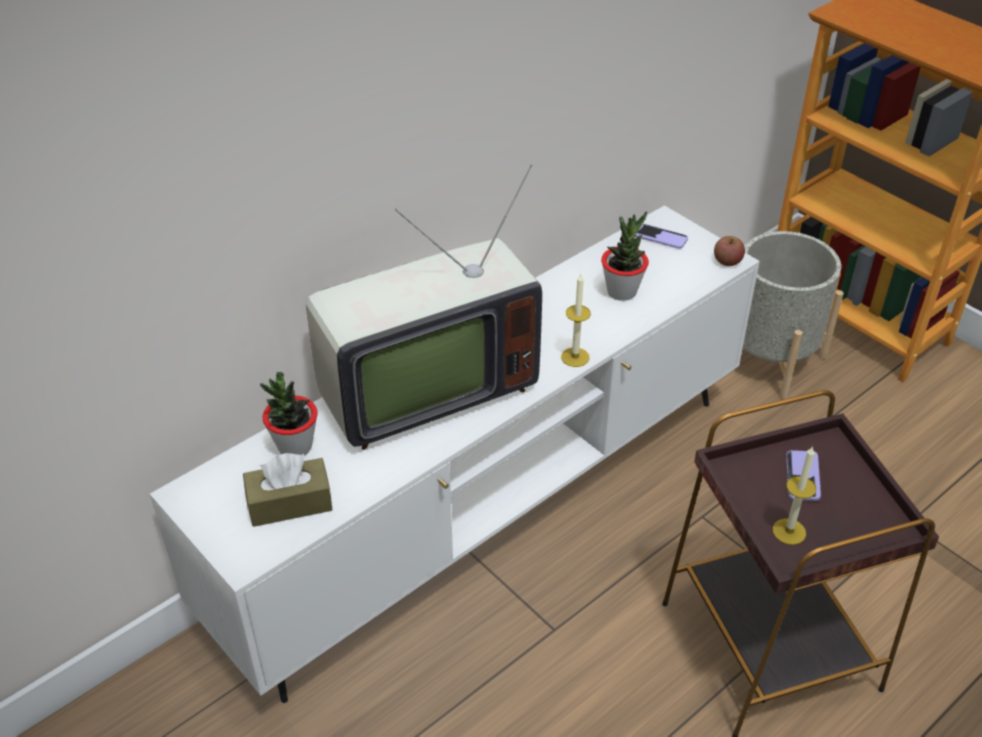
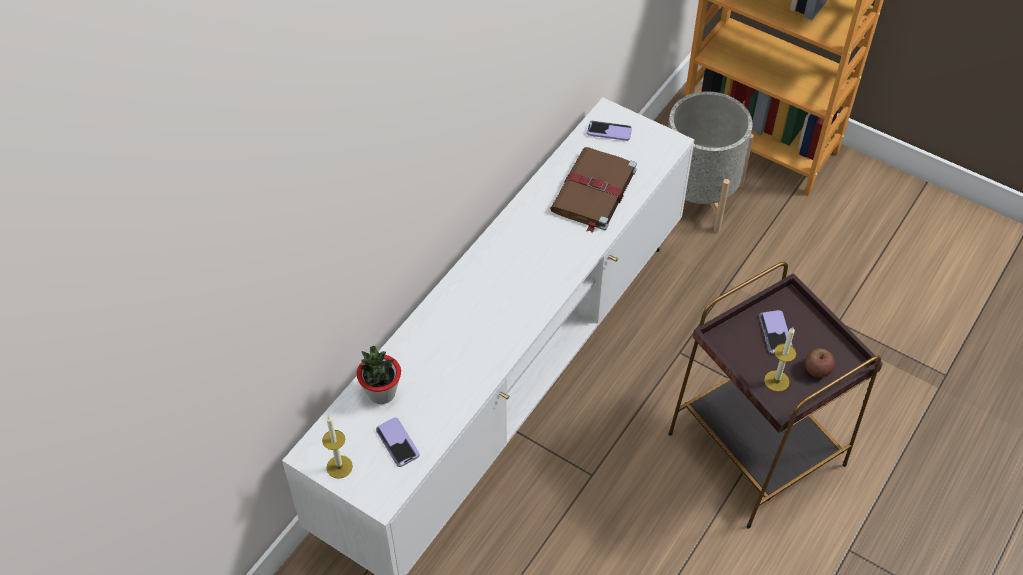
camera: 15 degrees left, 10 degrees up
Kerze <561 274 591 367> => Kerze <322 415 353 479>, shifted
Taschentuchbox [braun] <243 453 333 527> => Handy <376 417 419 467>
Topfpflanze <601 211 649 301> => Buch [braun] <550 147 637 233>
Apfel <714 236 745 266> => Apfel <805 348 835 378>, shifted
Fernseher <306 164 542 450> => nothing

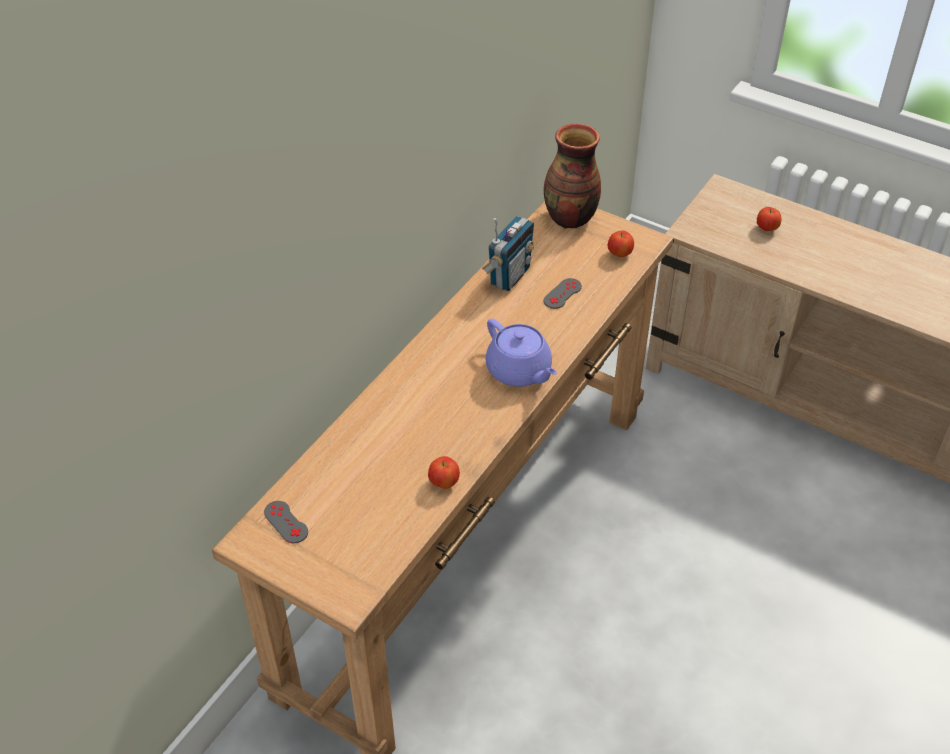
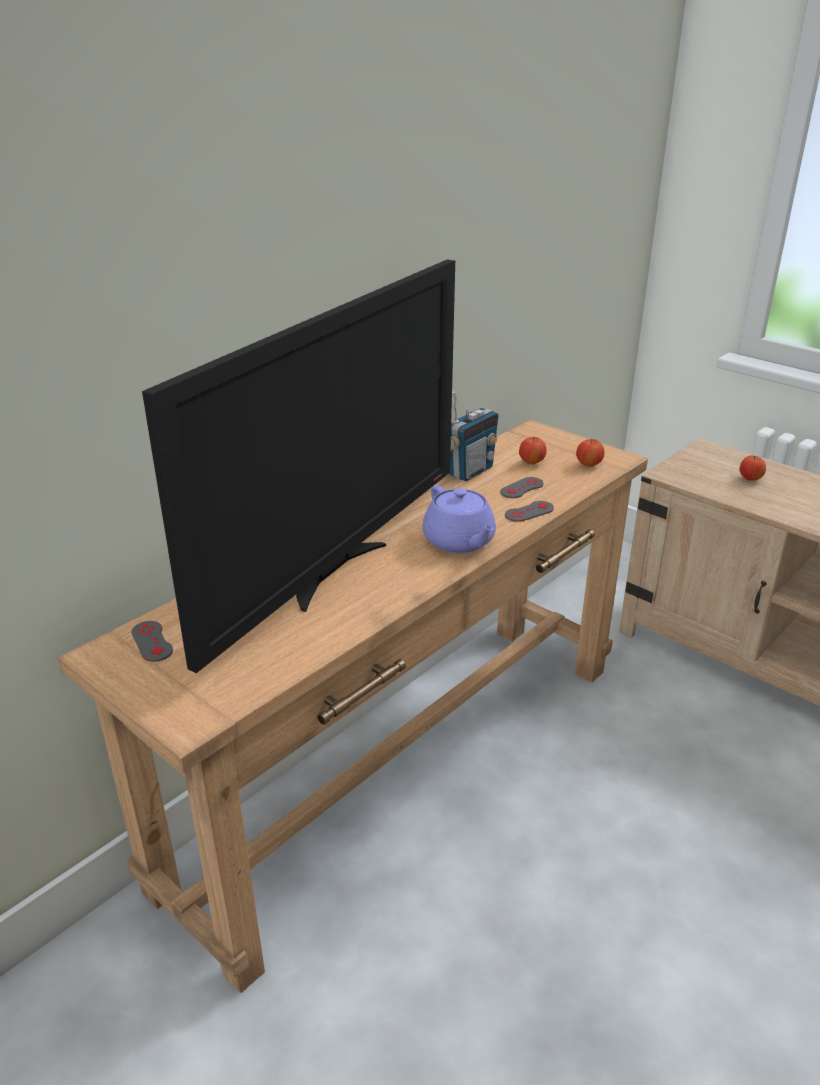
camera: 10 degrees right, 15 degrees down
nothing => Fernseher <142 259 455 673>
nothing => Gamepad [grau] <505 501 554 522>
Apfel <428 456 460 489> => Apfel <519 437 547 465>, shifted
Vase <544 124 601 228> => nothing

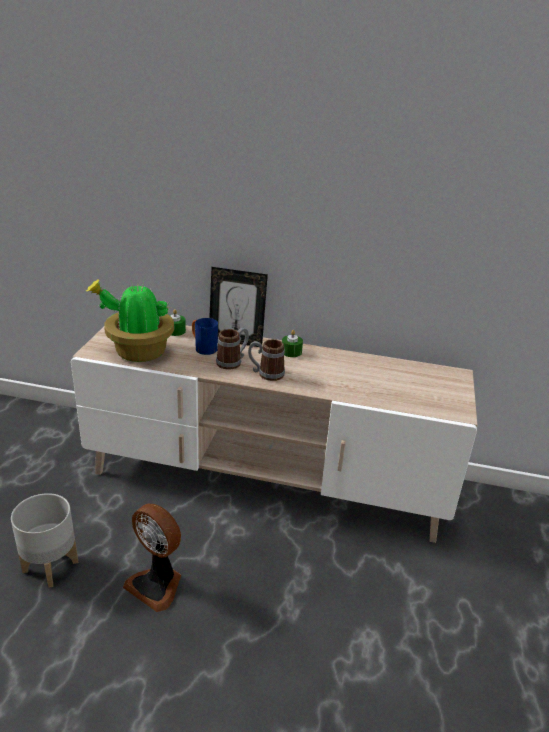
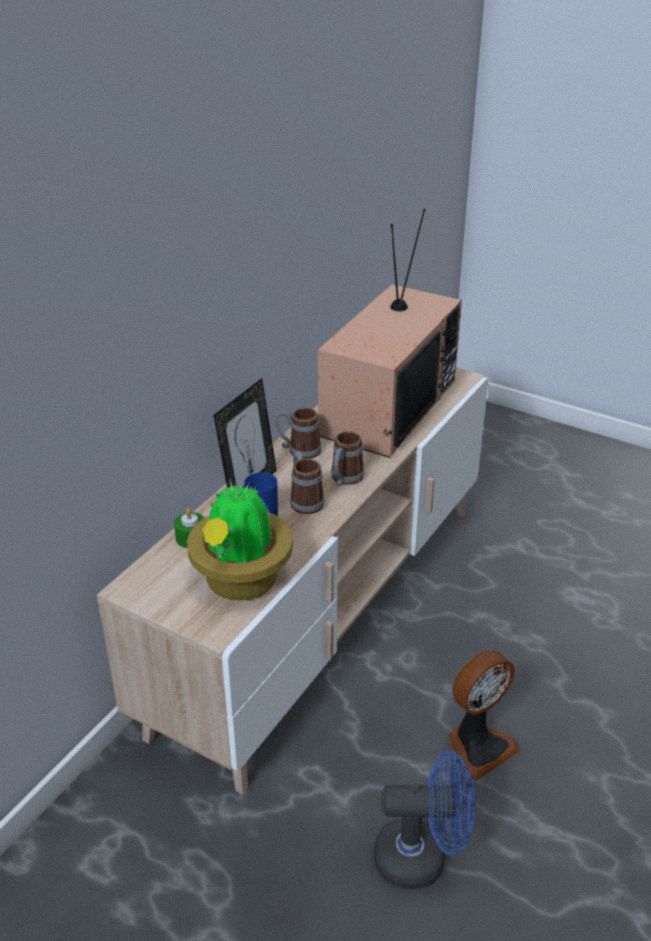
camera: 70 degrees left, 5 degrees up
Kerze [grün] <282 330 303 357> => Henkelbecher <274 408 322 459>
nothing => Fernseher <318 209 462 458>
Pflanzkübel [grau] <11 493 78 588> => Ventilator [blau] <374 751 475 889>

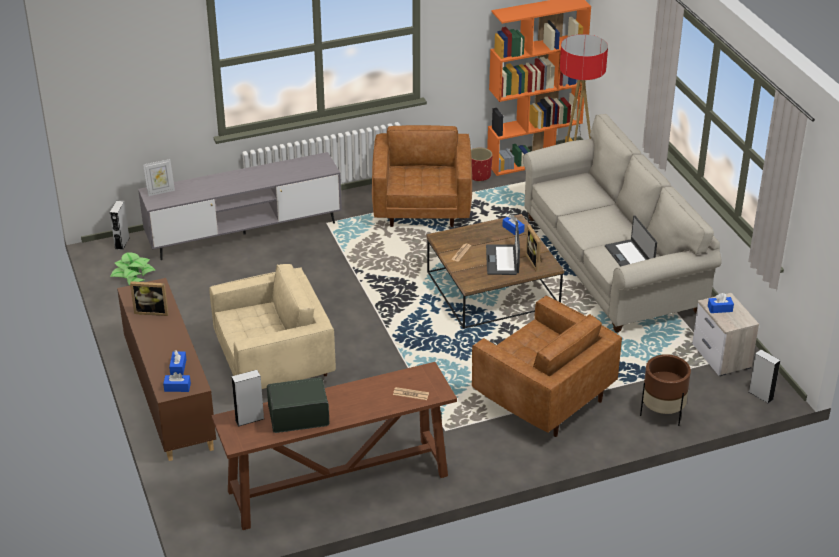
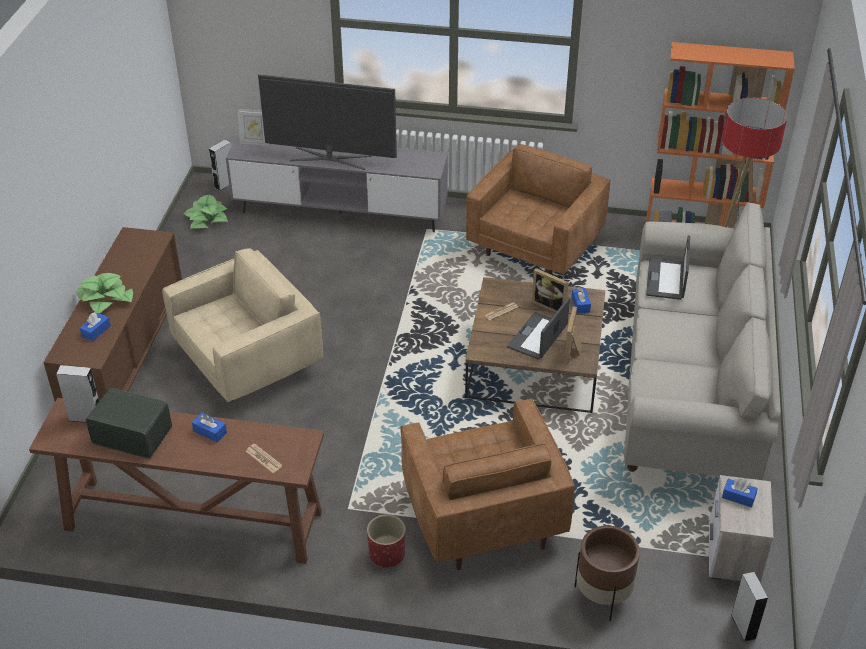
camera: 30 degrees right, 5 degrees up
nothing => Topfpflanze <76 273 133 314>
Sessel [beige] <209 264 336 389> => Sessel [beige] <162 248 323 402>, 45 degrees counterclockwise
Taschentuchbox [blau] <163 372 191 392> => Taschentuchbox [blau] <192 413 227 442>, shifted
nothing => Fernseher <258 74 397 170>
Pflanzkübel [rot] <471 148 493 182> => Pflanzkübel [rot] <367 514 406 568>, shifted
Bilderrahmen <130 281 169 316> => Bilderrahmen <532 268 569 313>, shifted
Laptop <605 215 657 267> => Laptop <646 235 690 300>, shifted

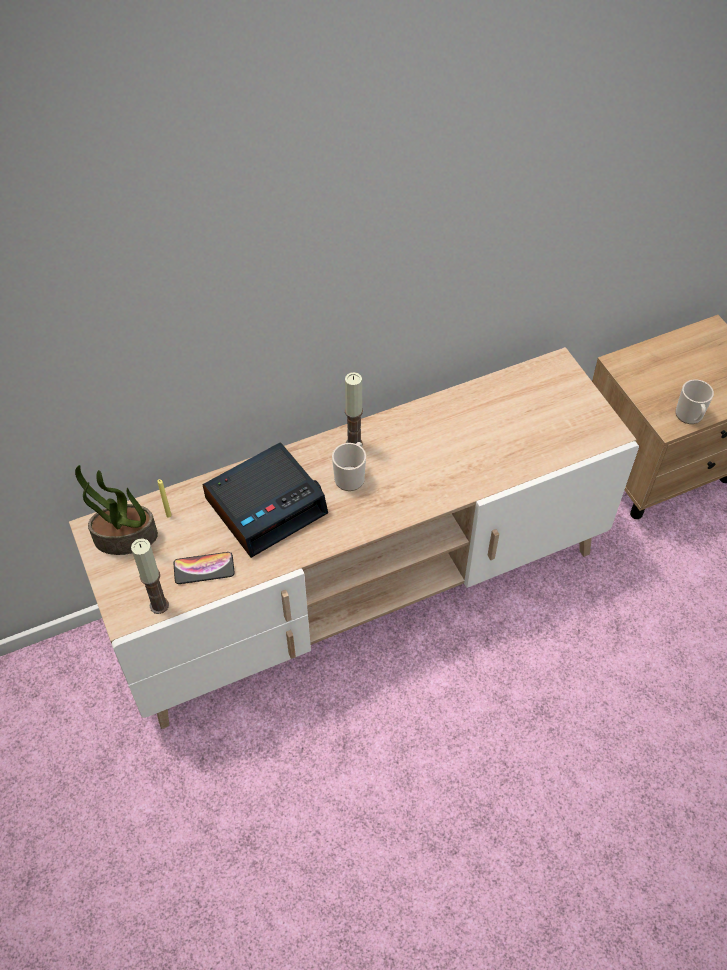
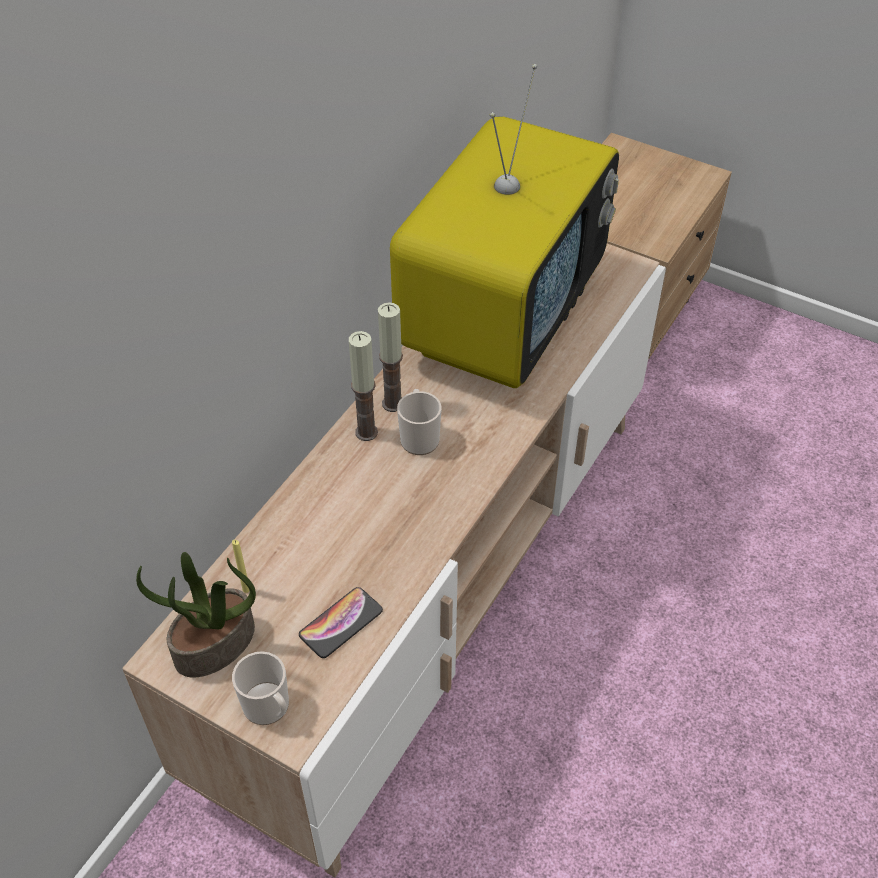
camera: 35 degrees left, 5 degrees down
Henkelbecher <675 379 714 424> => Henkelbecher <232 651 289 725>, shifted
Kerze <131 539 169 614> => Kerze <349 331 378 441>, shifted
nothing => Fernseher <390 64 619 388>
Wecker <202 442 328 558> => nothing

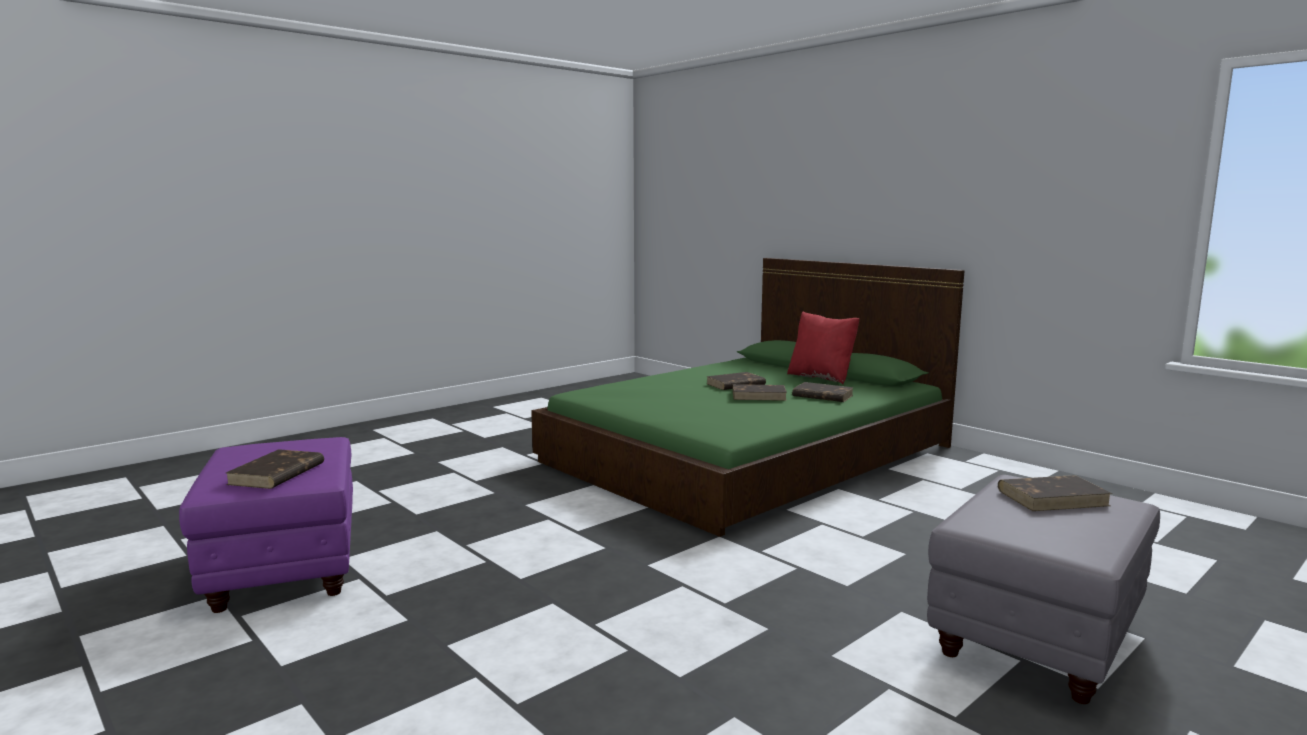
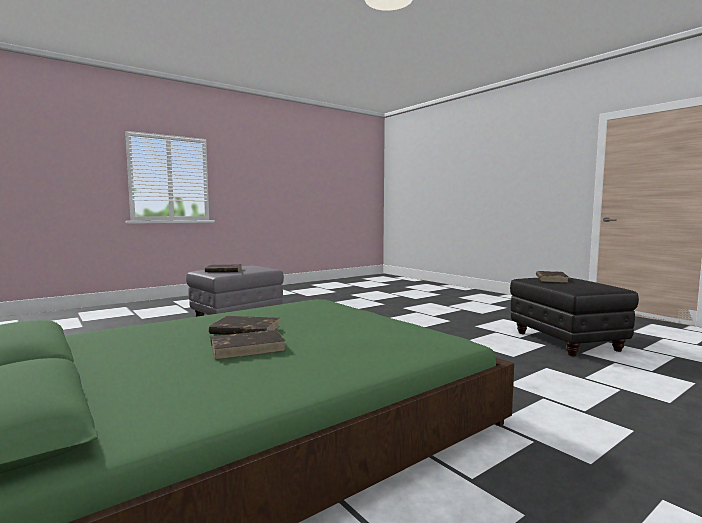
camera: 175 degrees left, 5 degrees down
Polsterhocker [lila] <179 437 353 613> => Polsterhocker [schwarz] <510 277 639 356>
Kissen [rot] <787 312 859 384> => nothing
Buch [braun] <792 382 854 402> => nothing

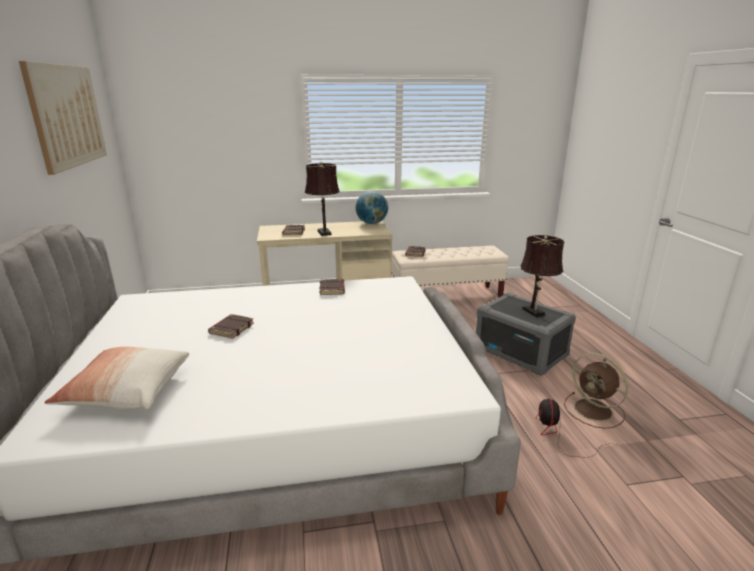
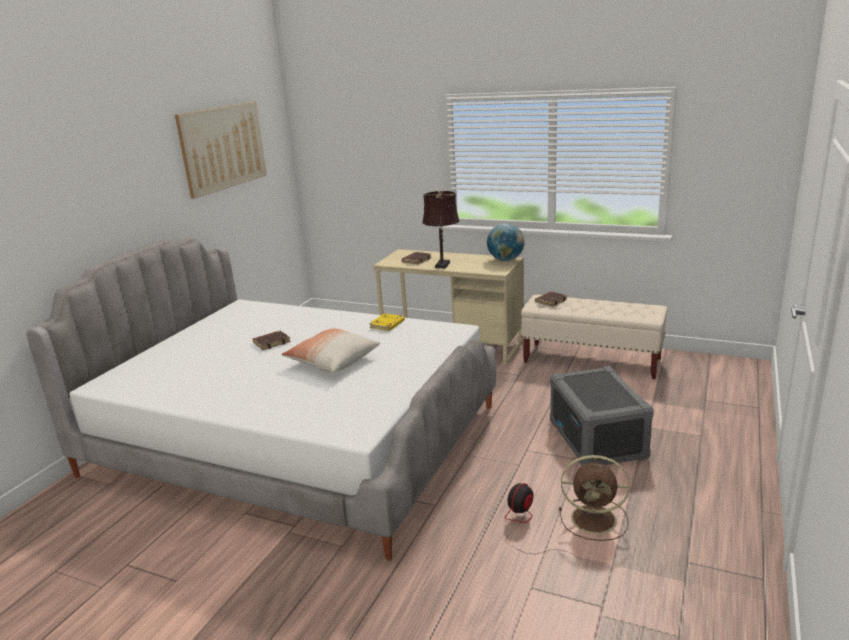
camera: 35 degrees right, 0 degrees up
Kissen <44 347 189 410> => Kissen <281 329 380 373>, shifted
Buch [braun] <319 279 345 295> => Buch [gelb] <369 313 405 331>
Ventilator [braun] <564 353 628 429> => Ventilator [braun] <559 455 630 541>, 75 degrees counterclockwise
Tischlampe [braun] <520 235 564 317> => nothing

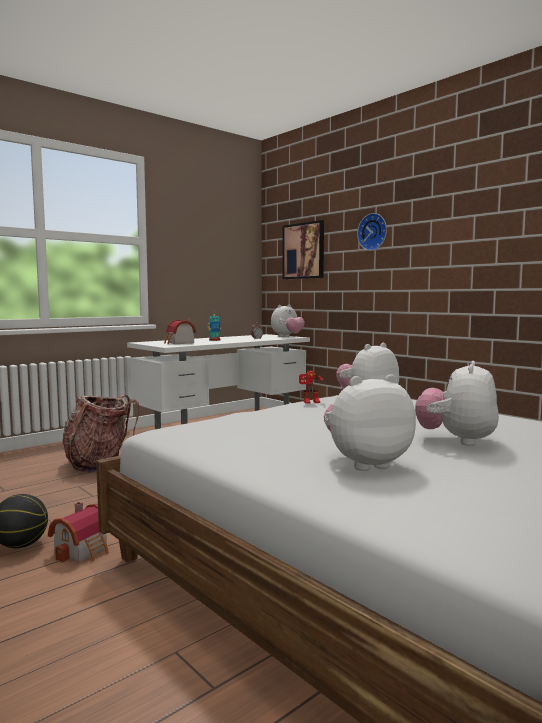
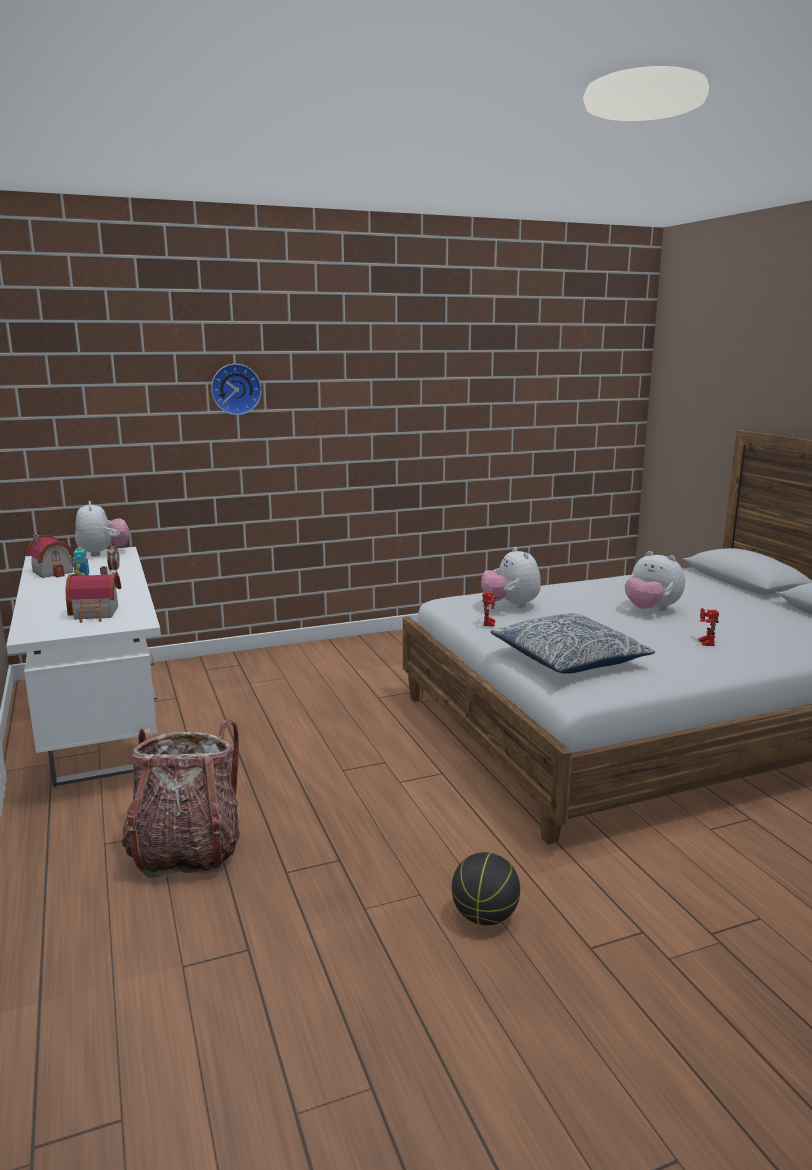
camera: 70 degrees left, 10 degrees up
Spielzeughaus <48 502 109 563> => Spielzeughaus <27 535 75 578>, shifted
nothing => Kissen <491 613 655 674>
Plüschtier <324 374 416 471> => Spielzeugroboter <699 608 719 646>
Bild <282 220 324 279> => nothing

